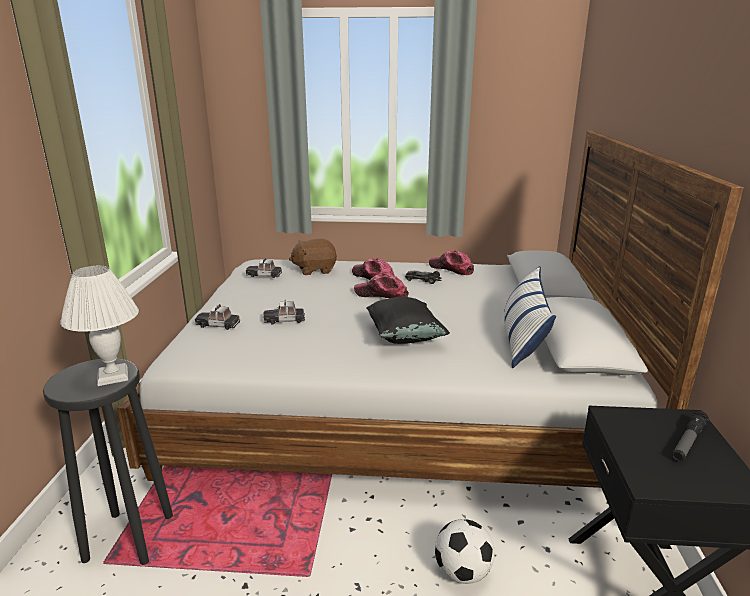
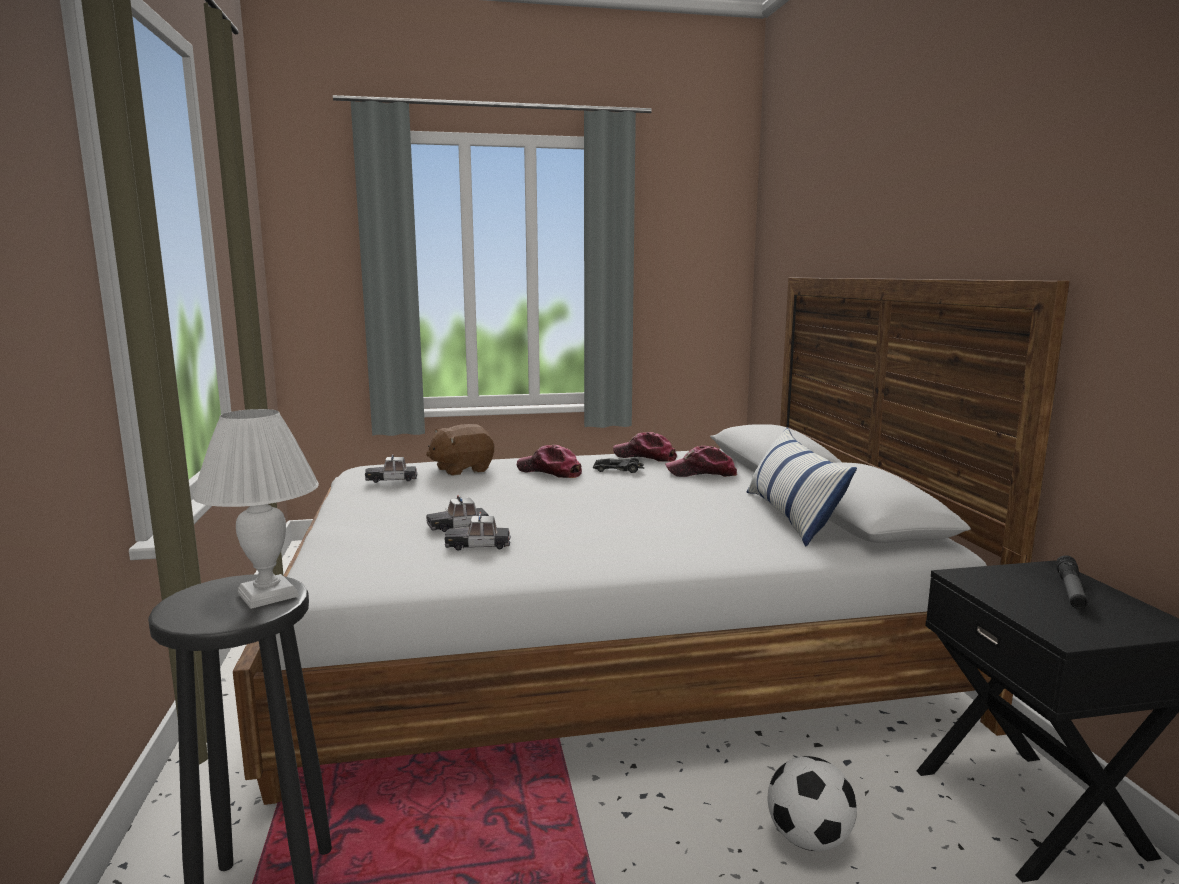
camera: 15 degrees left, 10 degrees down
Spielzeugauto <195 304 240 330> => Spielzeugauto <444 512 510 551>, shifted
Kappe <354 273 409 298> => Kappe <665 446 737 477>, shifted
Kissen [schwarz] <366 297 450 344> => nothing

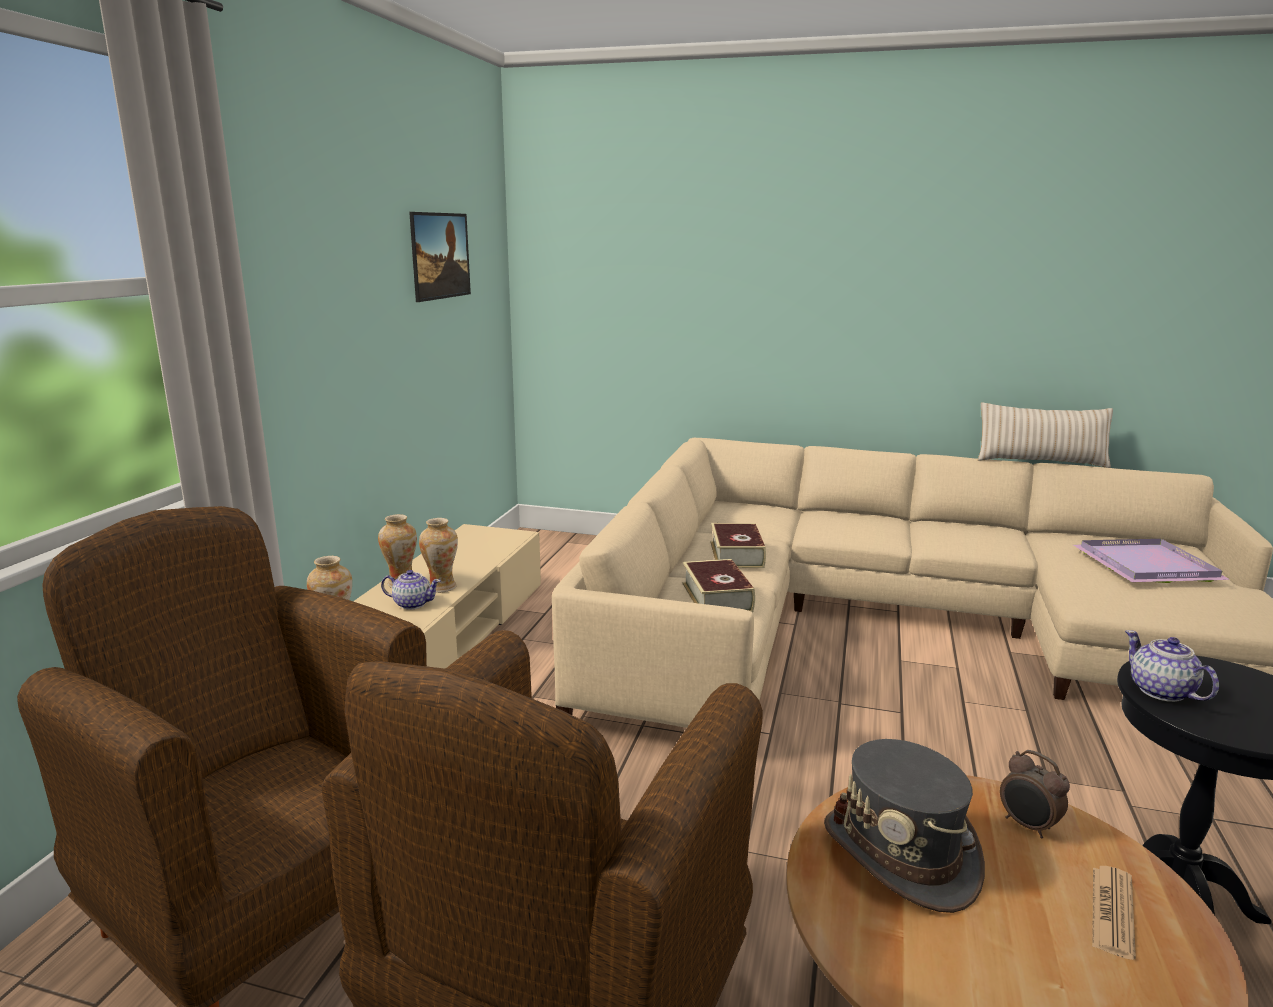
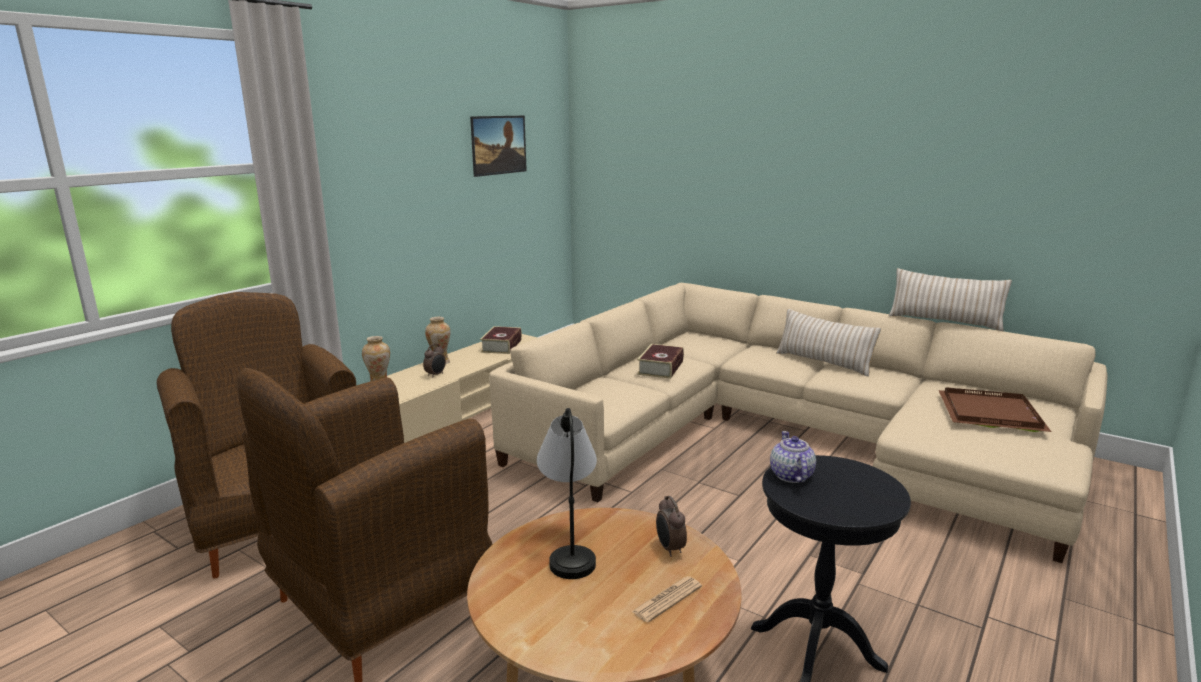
camera: 20 degrees right, 0 degrees up
Teekanne <381 570 441 610> => Wecker <423 344 446 378>
Buch <682 559 755 612> => Buch <480 326 522 354>, shifted
Hut [grau] <824 739 985 913> => Tischlampe <537 408 597 579>
nothing => Kissen [beige] <776 309 881 377>
Tablett [lila] <1072 539 1231 583> => Tablett [braun] <939 387 1052 432>
Vase <419 518 458 593> => nothing

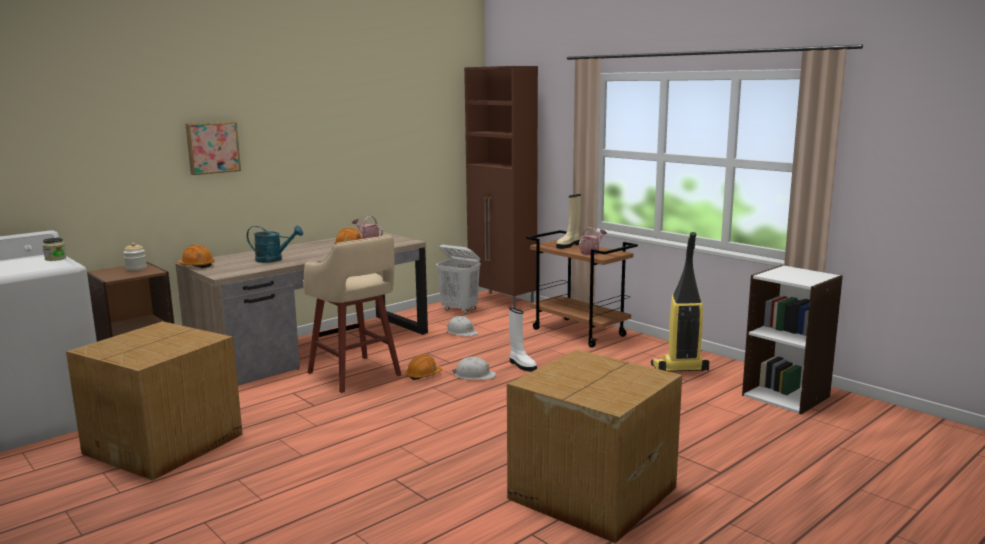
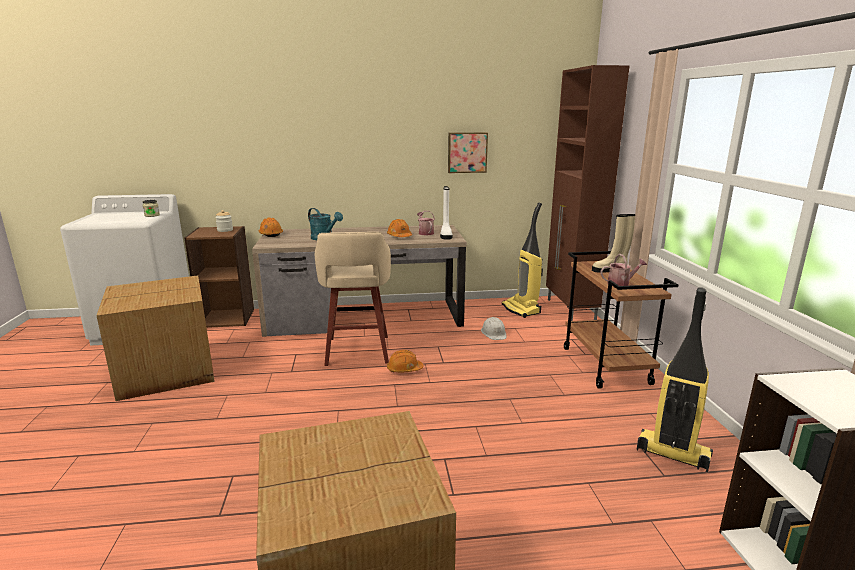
camera: 35 degrees right, 5 degrees up
Stiefel [weiß] <509 308 537 372> => Stiefel [weiß] <440 186 452 240>, shifted
Bild <186 122 241 175> => Bild <448 132 488 173>, shifted
Wäschekorb [weiß] <436 245 481 314> => Staubsauger <502 202 543 318>
Schutzhelm [weiß] <452 357 496 380> => nothing

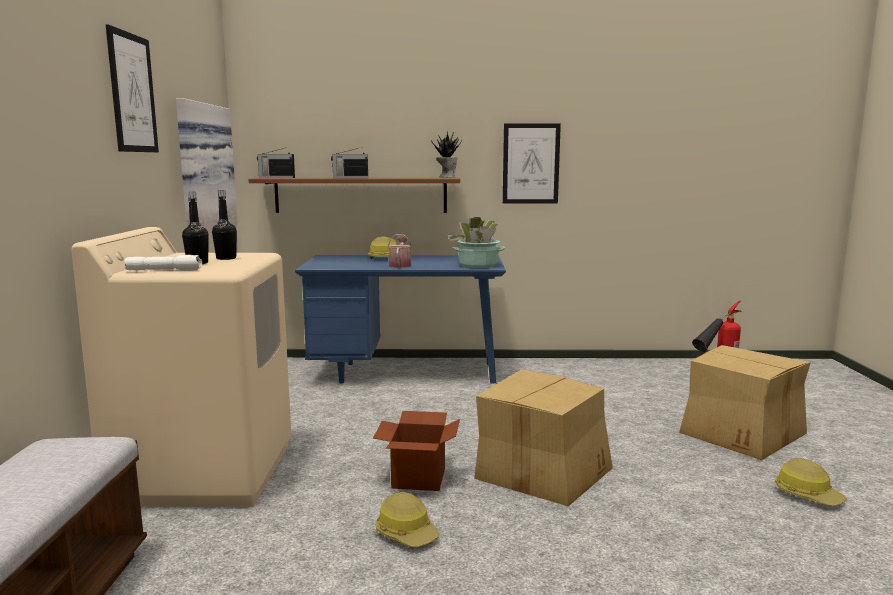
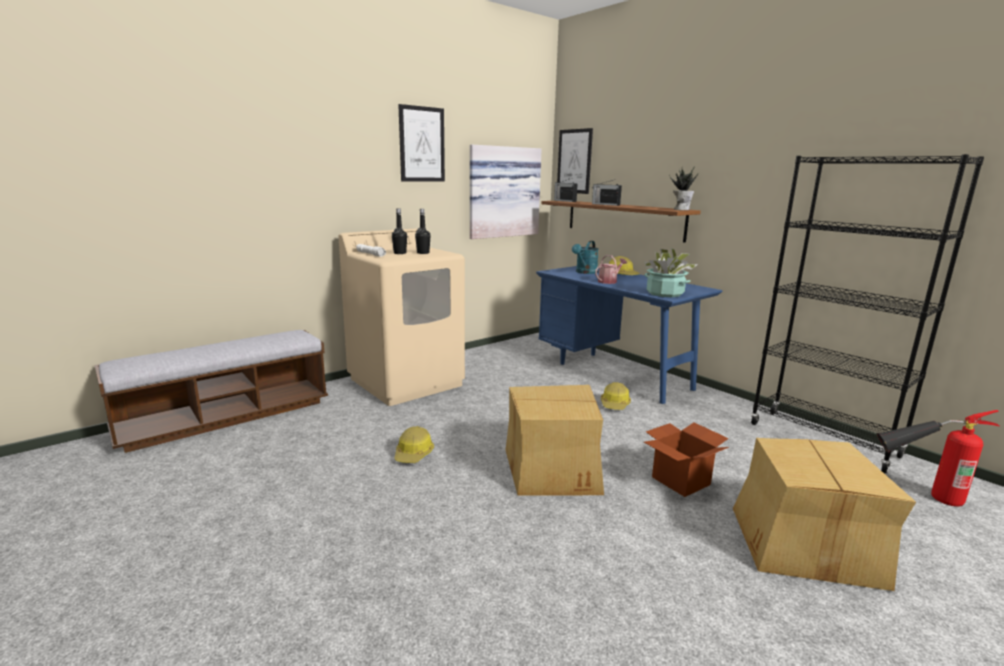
camera: 50 degrees right, 5 degrees up
Bild <503 123 561 204> => Bild <557 128 593 194>, shifted
nothing => Gießkanne [türkis] <572 241 599 274>
Schutzhelm <775 458 847 506> => Schutzhelm <601 382 631 410>, shifted
Karton <373 411 460 491> => Karton <644 423 729 497>, shifted
nothing => Bücherregal [schwarz] <750 154 984 473>

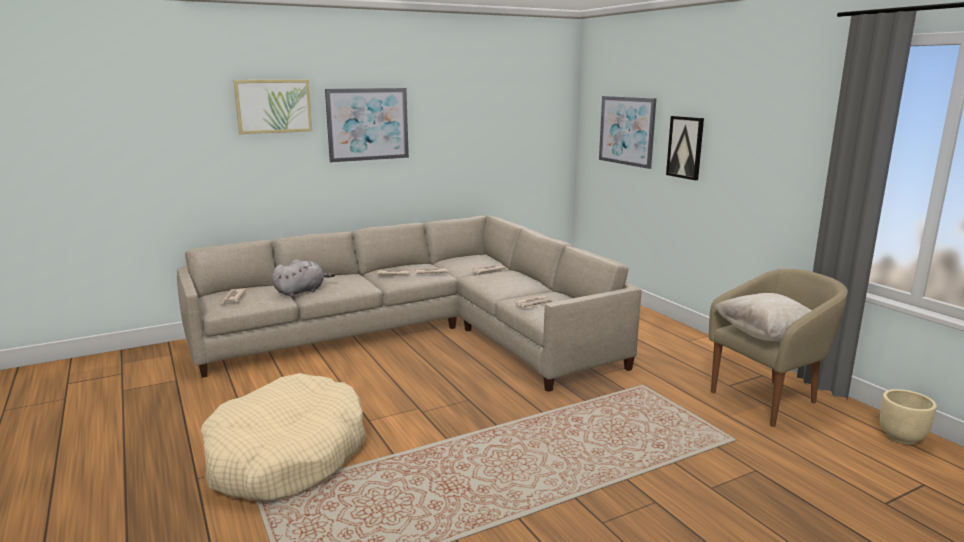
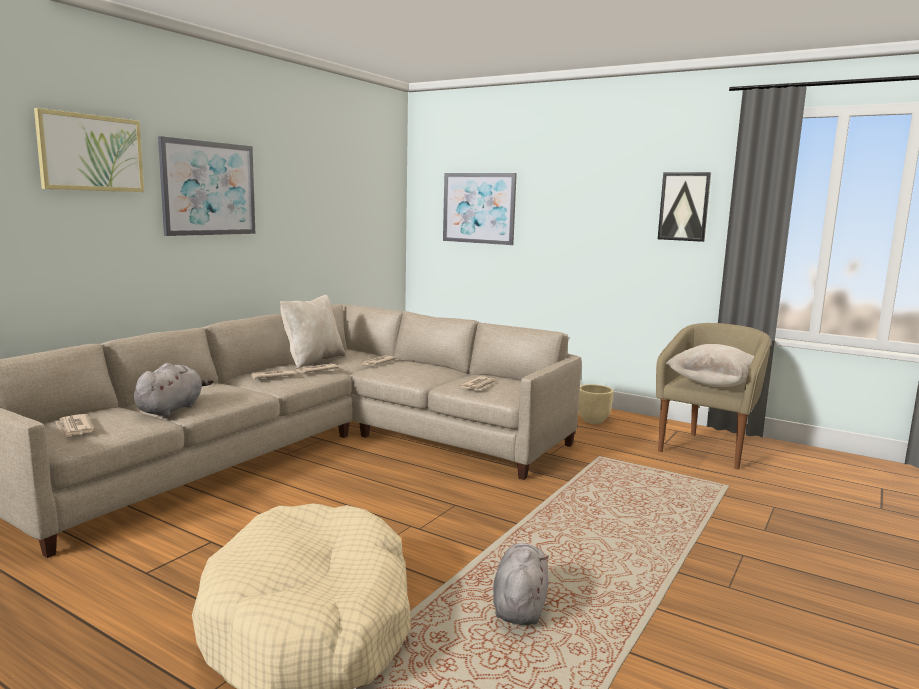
camera: 30 degrees left, 5 degrees down
nothing => Kissen [beige] <280 295 345 368>
nothing => Plüschtier [grau] <493 543 549 625>
Pflanzkübel [beige] <880 389 937 445> => Pflanzkübel [beige] <578 384 613 424>, shifted
Bild <666 116 704 180> => Bild <658 172 711 242>, shifted

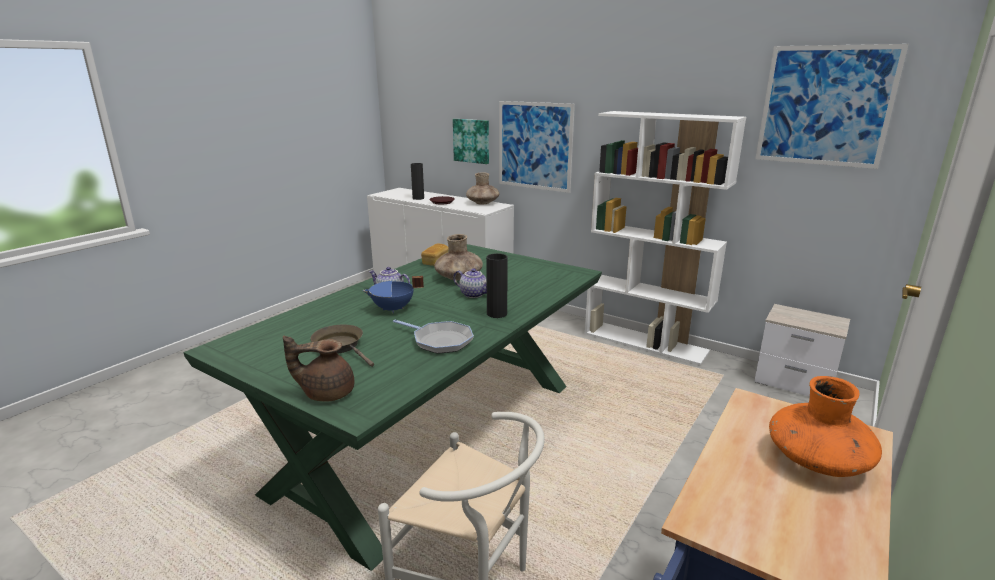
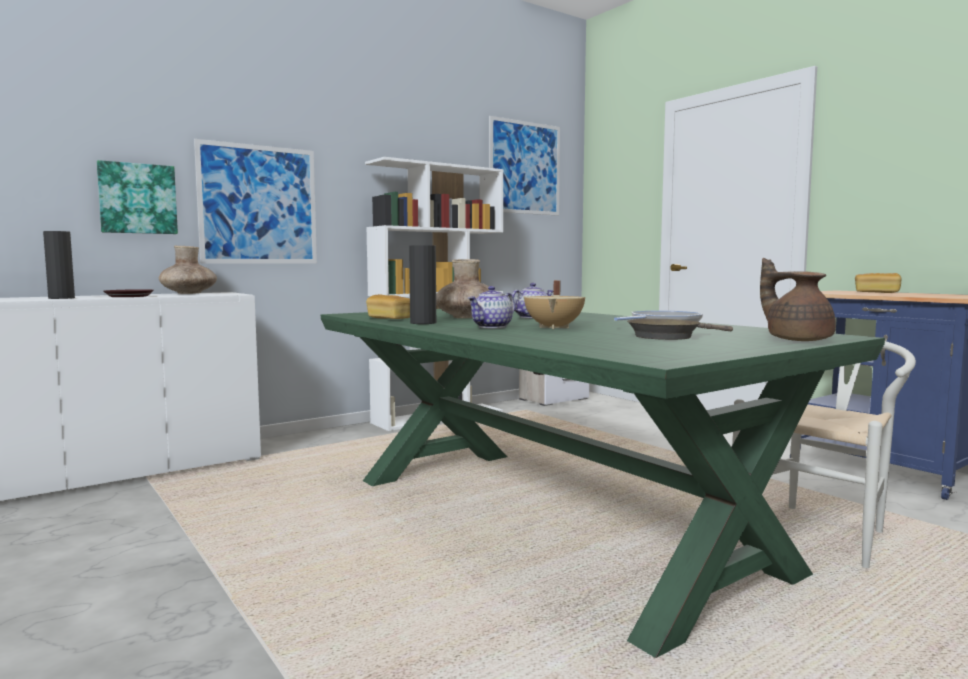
camera: 70 degrees left, 15 degrees down
Vase [schwarz] <486 253 508 318> => Vase [schwarz] <409 245 436 324>, shifted
Kochtopf [blau] <363 276 424 313> => Kochtopf [beige] <523 280 586 329>
Teekanne [braun] <283 335 354 401> => Teekanne [braun] <760 258 836 341>, 135 degrees clockwise
Vase [orange] <769 376 882 477> => Brot <855 273 902 293>

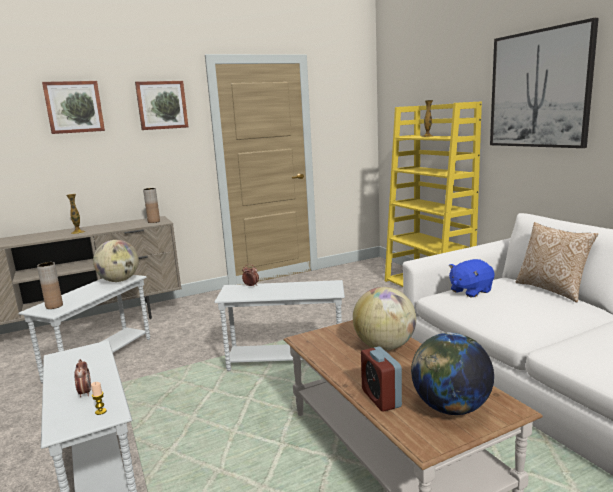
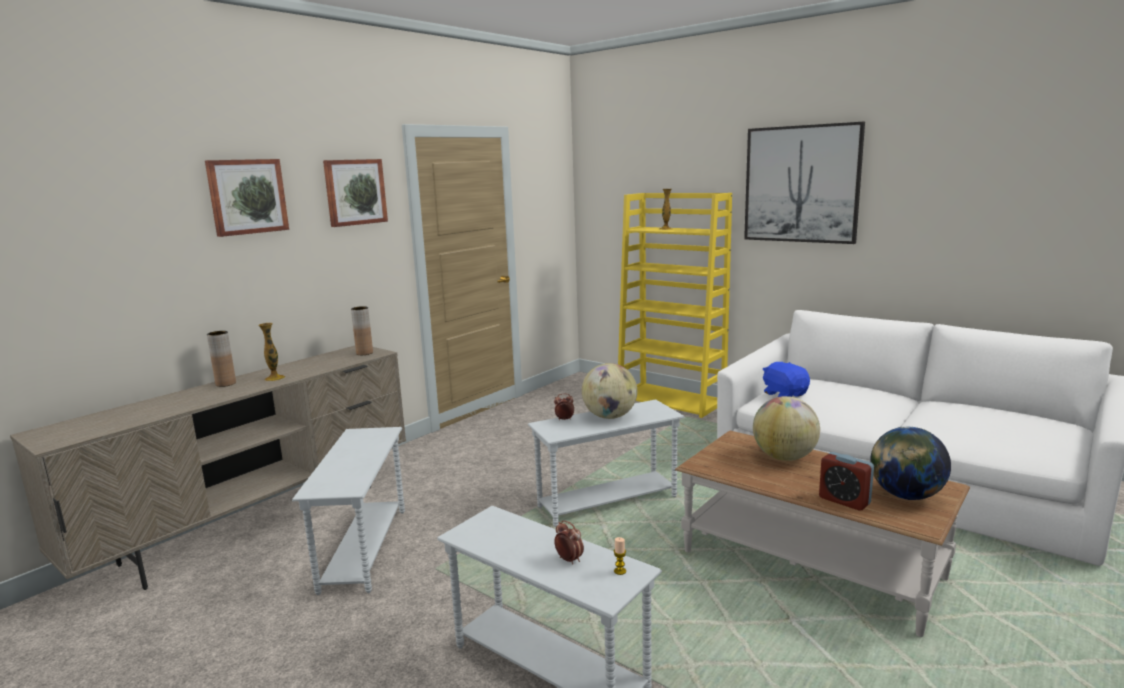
camera: 25 degrees left, 0 degrees up
Vase [braun] <37 262 63 309> => Vase [braun] <207 331 236 387>, shifted
Globus <93 240 139 282> => Globus <582 363 637 419>, shifted
Plüschtier [blau] <449 259 495 297> => Plüschtier [blau] <762 362 810 397>, 120 degrees clockwise
Kissen <515 222 598 303> => nothing

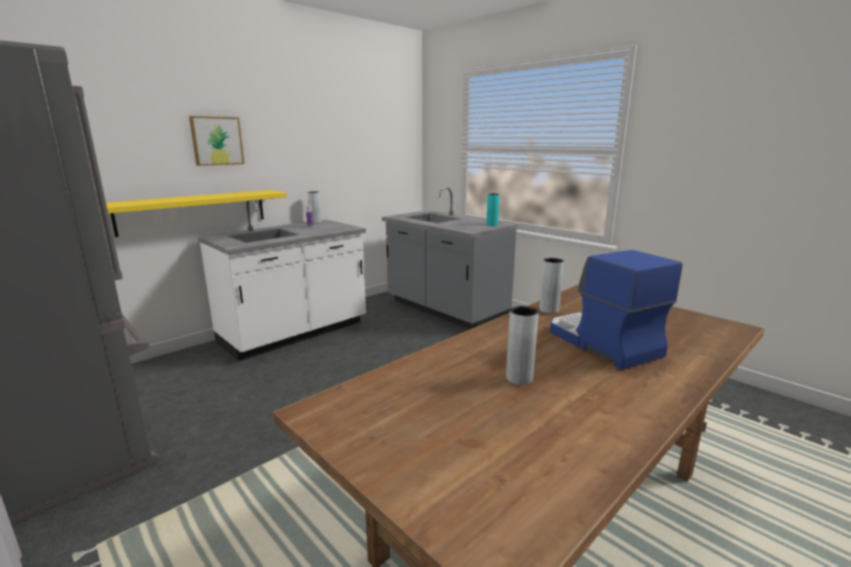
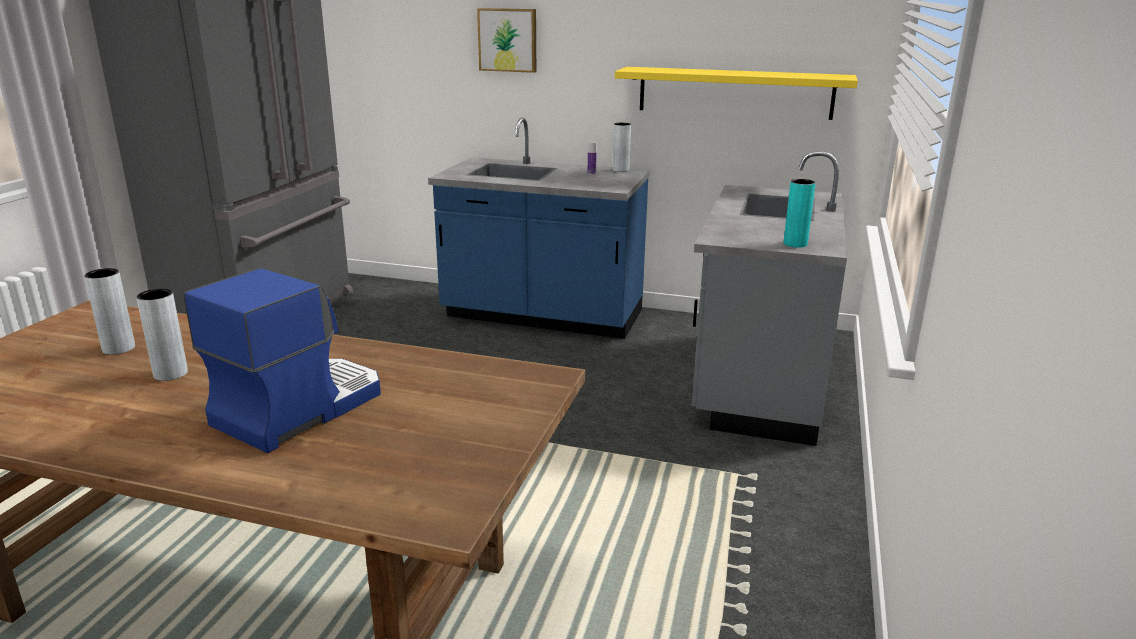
camera: 60 degrees right, 5 degrees up
Vase [grau] <539 258 564 314> => Vase [grau] <84 268 135 355>, shifted
Küchenzeile [weiß] <198 200 366 361> => Küchenzeile [blau] <428 118 650 339>
Wandregal [gelb] <98 190 287 237> => Wandregal [gelb] <615 67 858 120>, shifted

